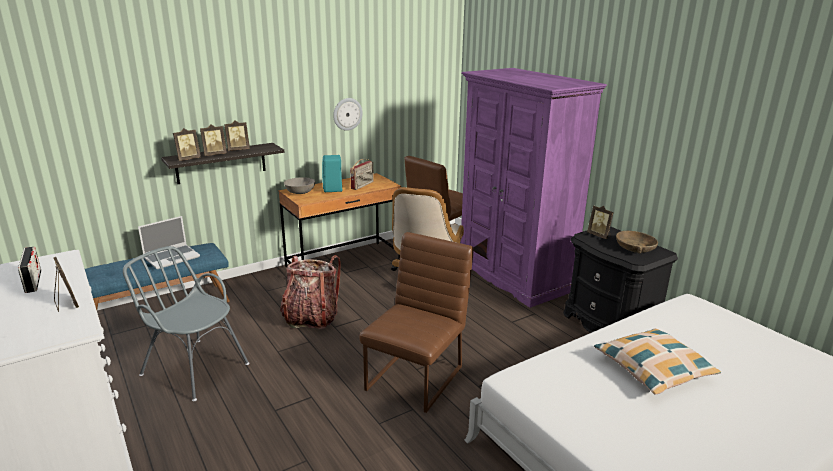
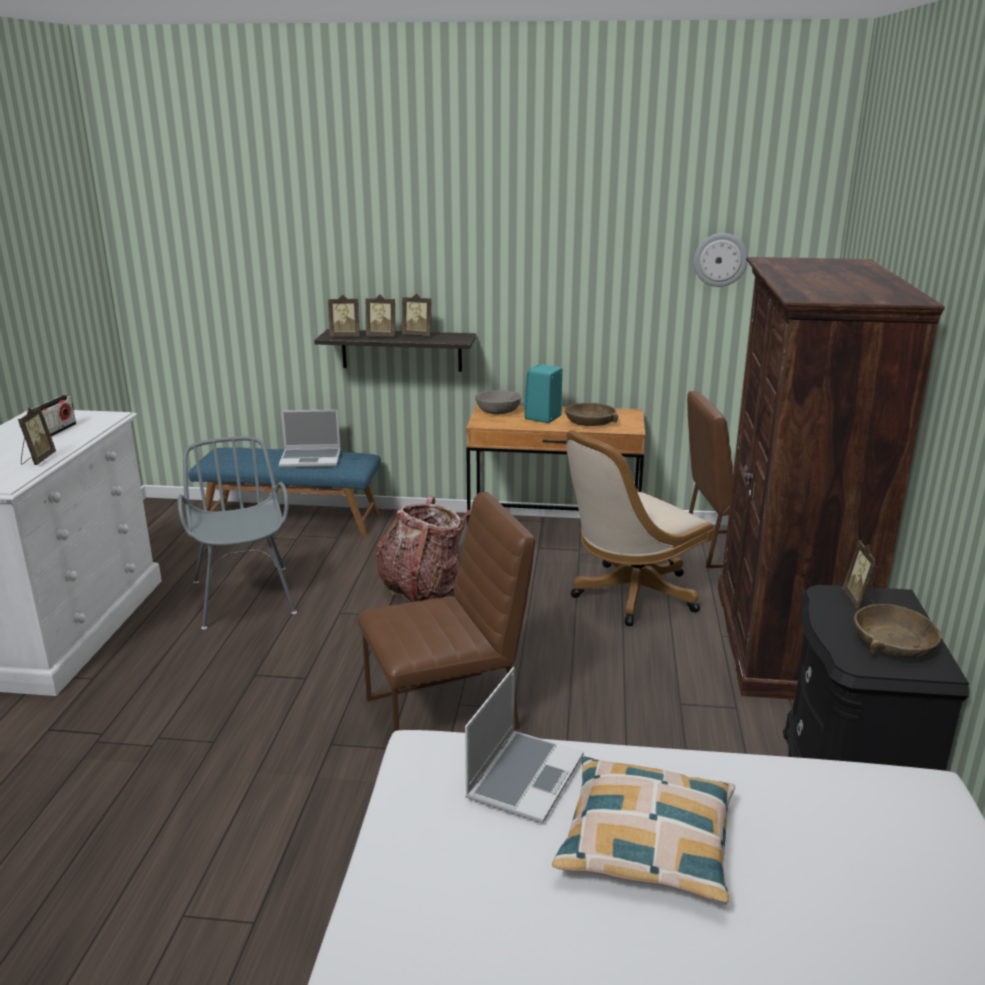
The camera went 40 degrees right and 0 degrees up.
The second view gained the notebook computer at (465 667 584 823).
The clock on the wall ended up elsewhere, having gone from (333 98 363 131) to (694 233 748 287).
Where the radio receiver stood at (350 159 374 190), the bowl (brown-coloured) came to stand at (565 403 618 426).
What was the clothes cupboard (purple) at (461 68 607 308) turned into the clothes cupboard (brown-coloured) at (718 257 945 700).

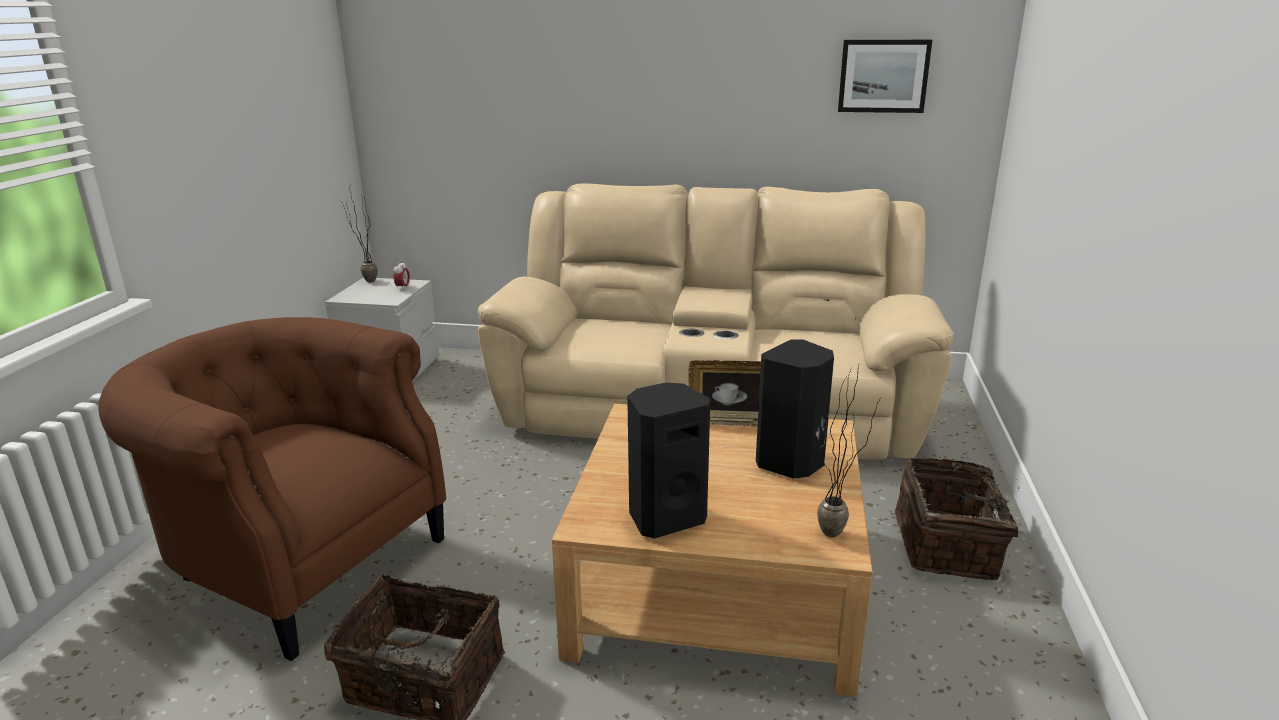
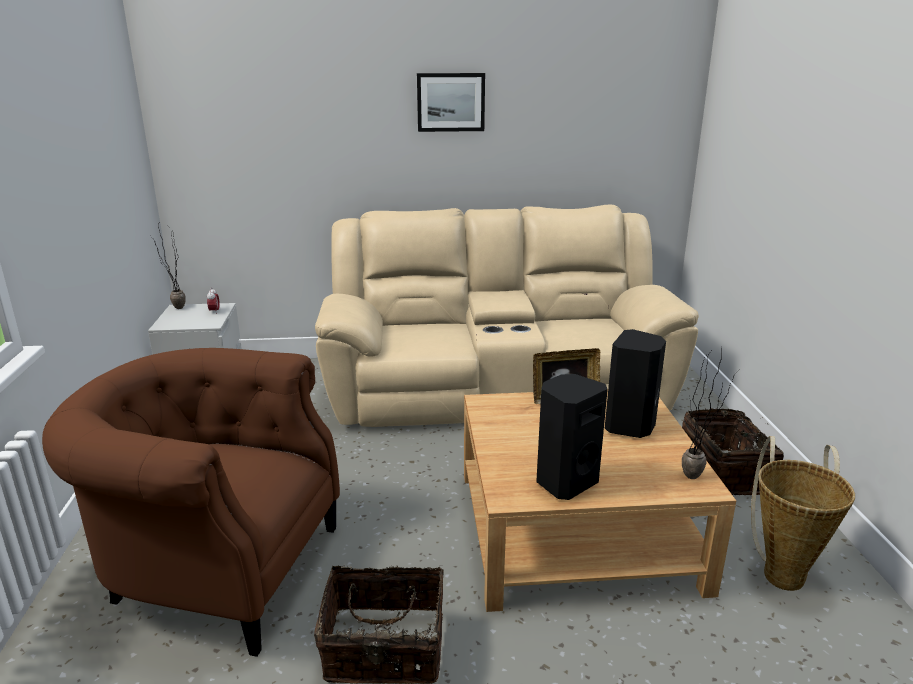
The camera went 15 degrees left and 0 degrees up.
The second view gained the household basket at (751 436 855 591).
The wall picture ended up elsewhere, having gone from (838 40 932 113) to (417 73 485 132).

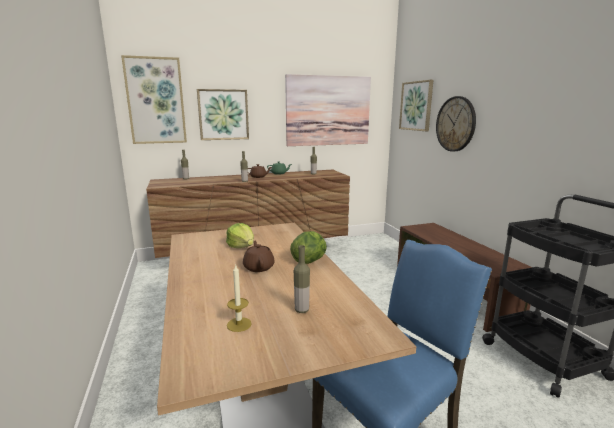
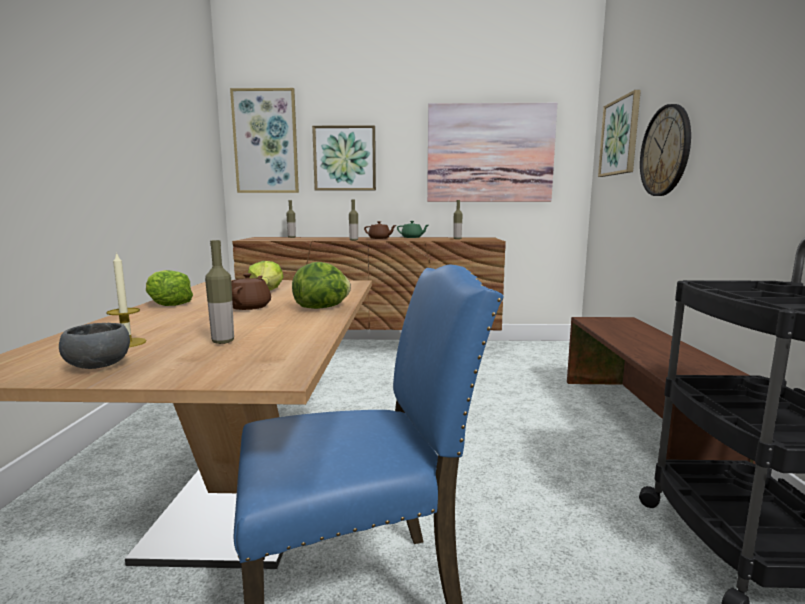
The camera went 20 degrees right and 5 degrees down.
The second view gained the bowl (greyish) at (59 323 130 369).
The second view gained the lettuce at (146 270 193 306).

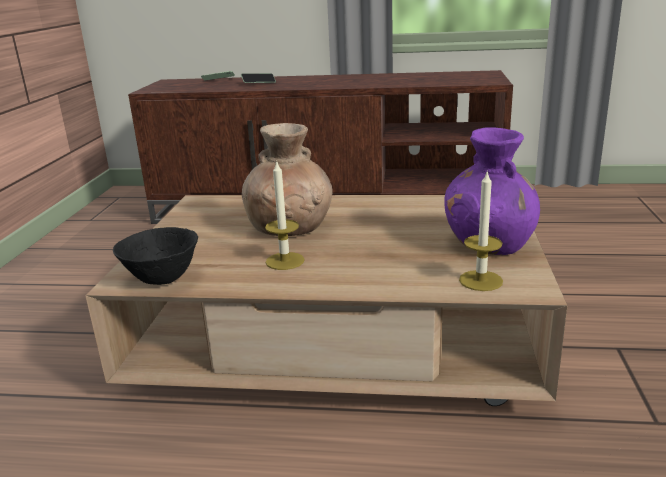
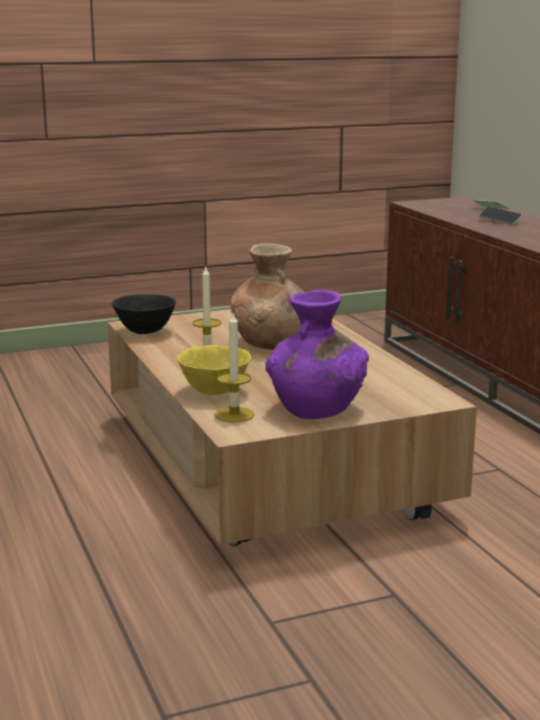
The camera went 60 degrees right and 5 degrees down.
The second view gained the bowl (yellow) at (177 345 251 395).

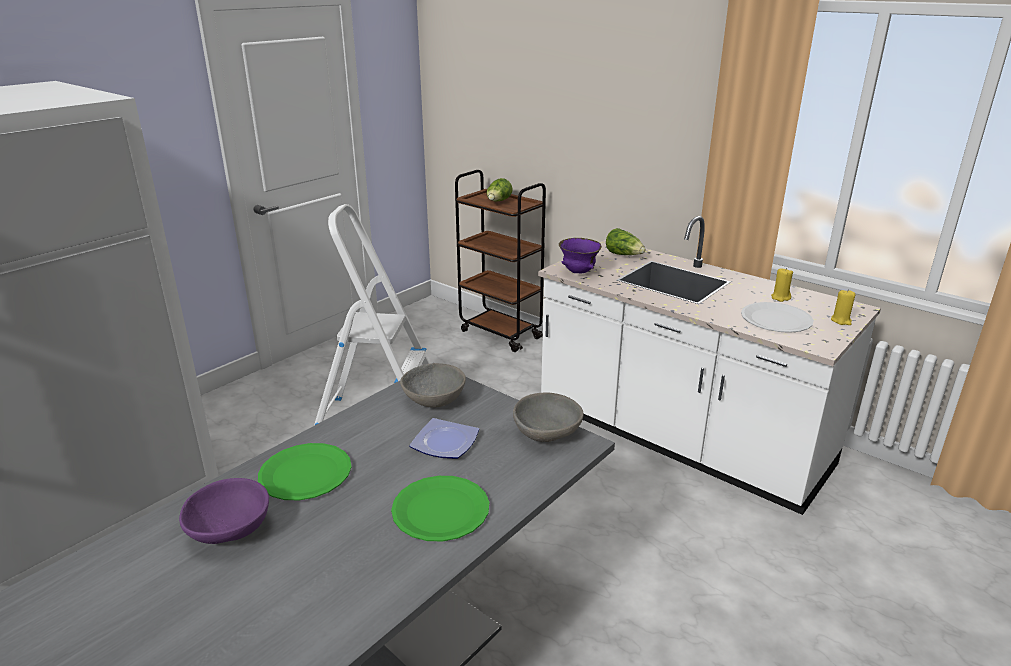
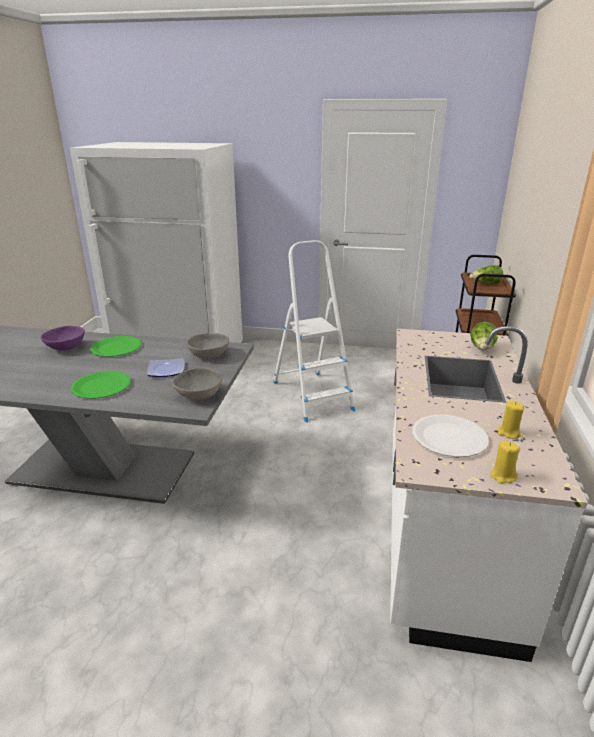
The camera went 60 degrees right and 0 degrees up.
The second view lost the bowl (purple) at (559 238 602 273).

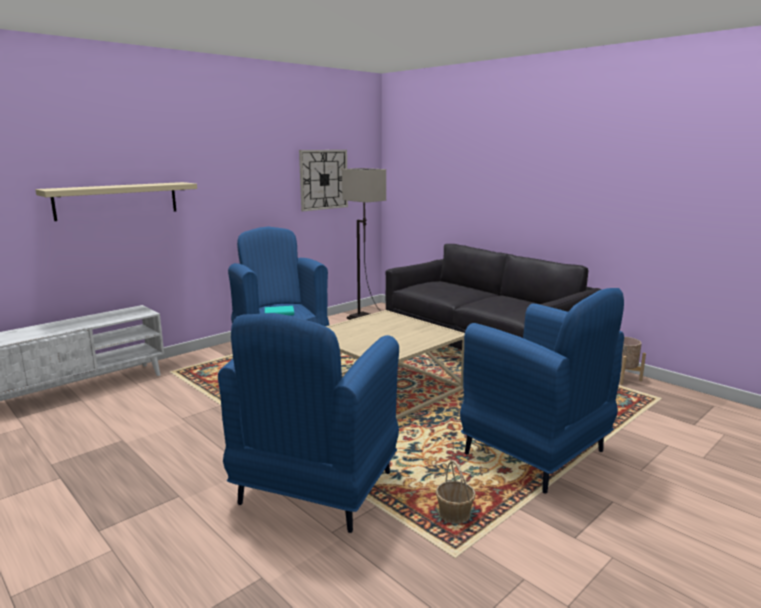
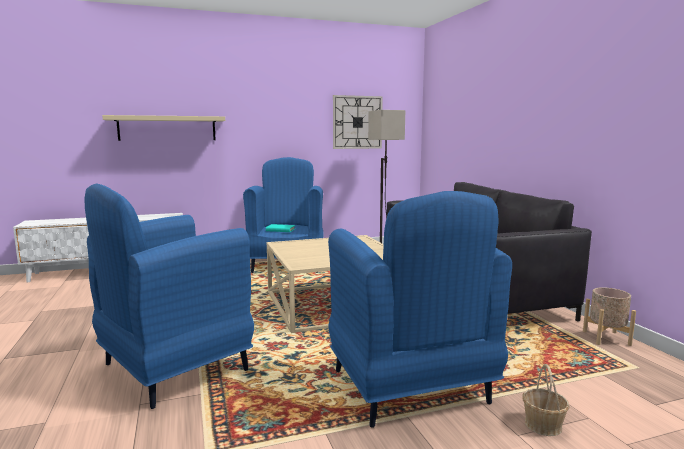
The camera went 25 degrees right and 5 degrees down.
The household basket ended up elsewhere, having gone from (436 460 476 524) to (523 364 570 436).

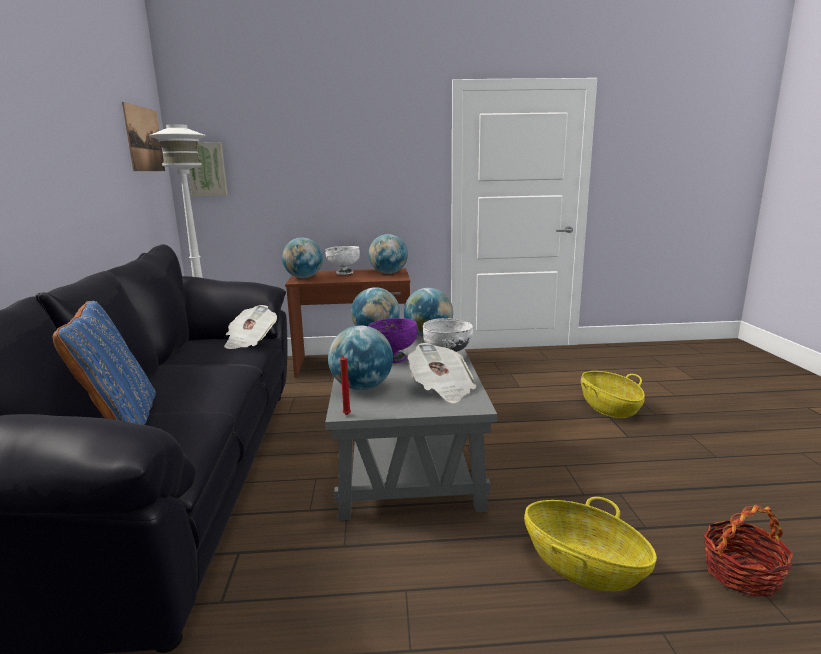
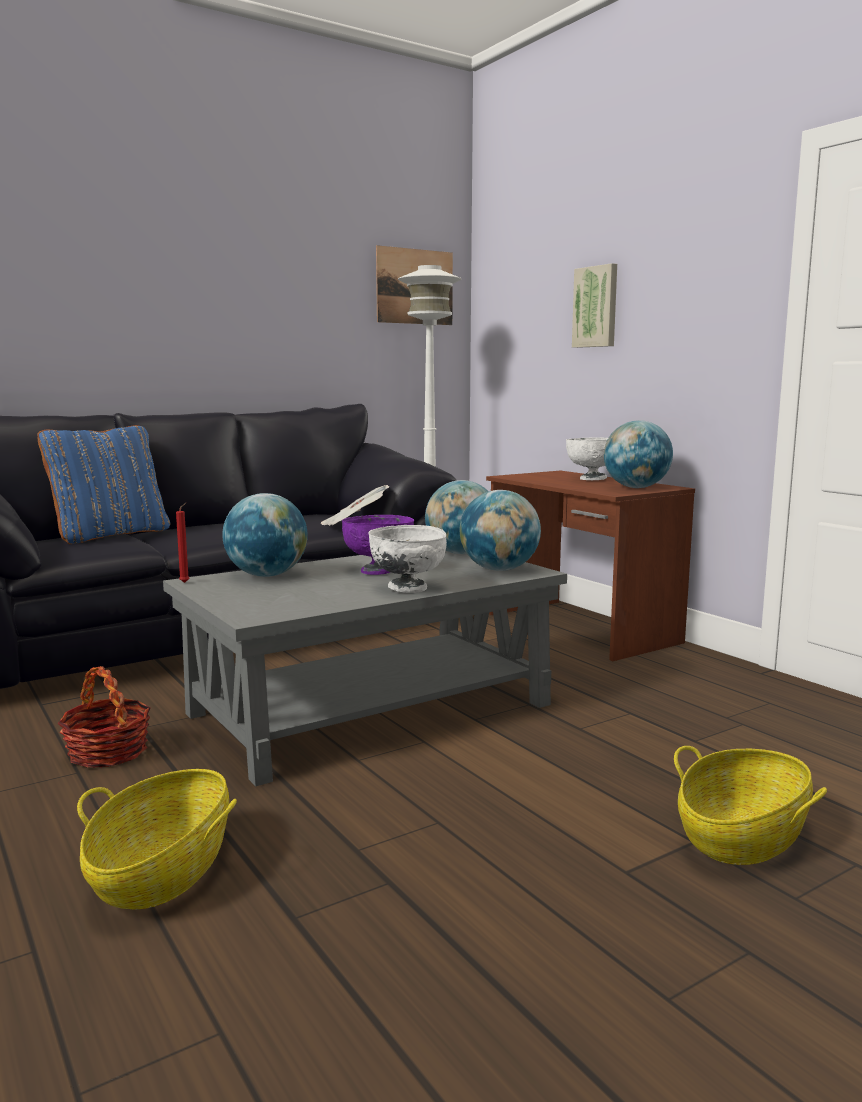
The camera went 60 degrees right and 5 degrees down.
The second view lost the globe at (282 238 323 278).
The second view lost the newspaper at (408 343 476 403).
The wall picture ended up elsewhere, having gone from (189 142 228 196) to (572 263 617 348).
The household basket ended up elsewhere, having gone from (704 504 793 597) to (58 666 151 768).

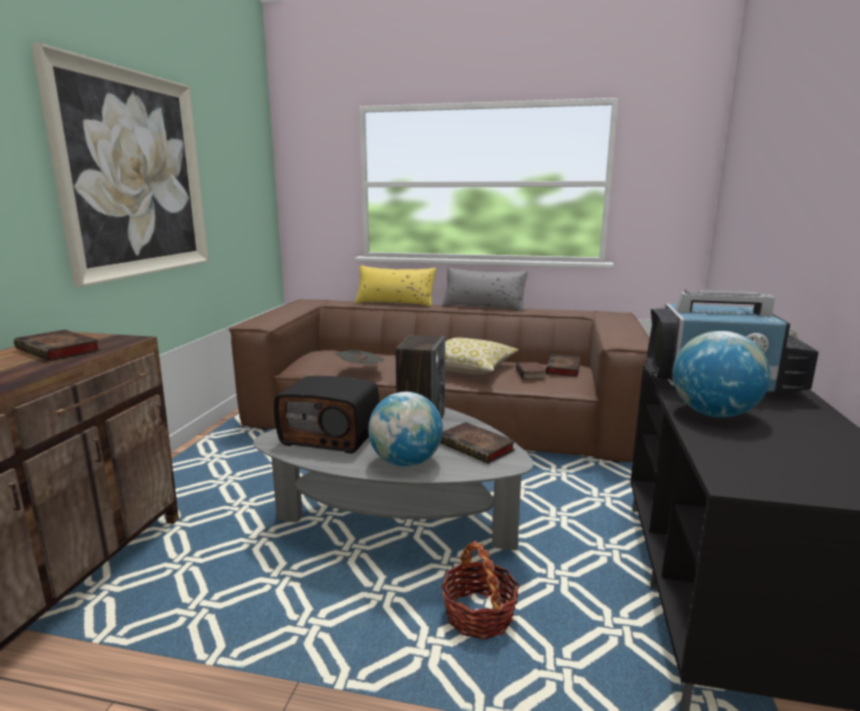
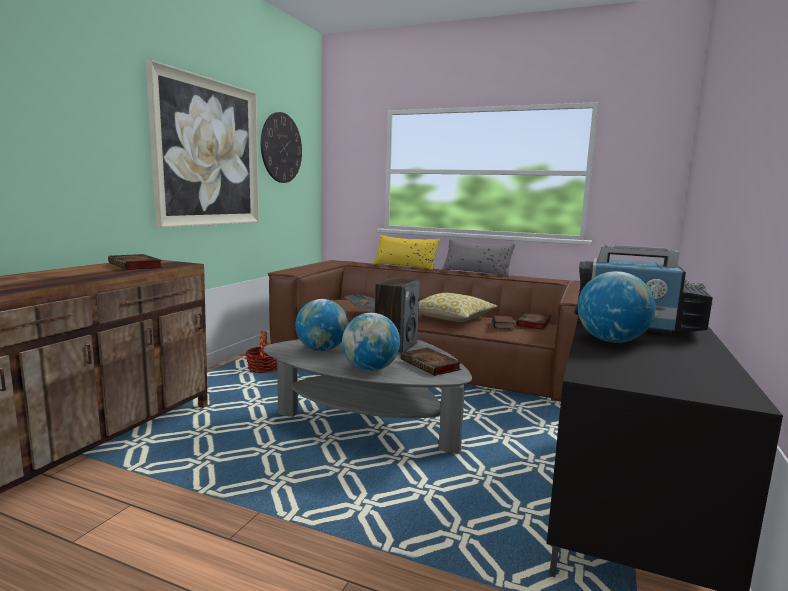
The camera went 10 degrees right and 5 degrees down.
The second view gained the clock on the wall at (261 112 302 183).
The household basket ended up elsewhere, having gone from (441 540 519 640) to (245 331 277 373).
Where the radio receiver stood at (274 376 379 454), the globe came to stand at (295 299 348 351).

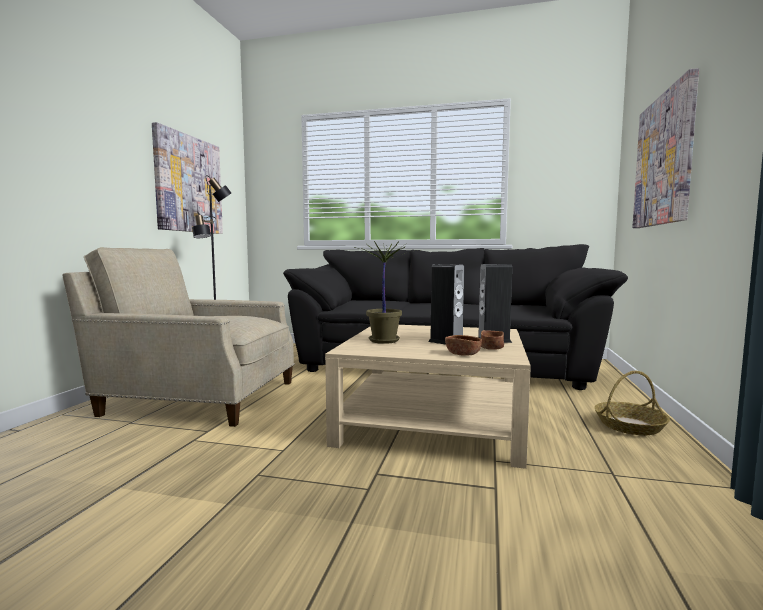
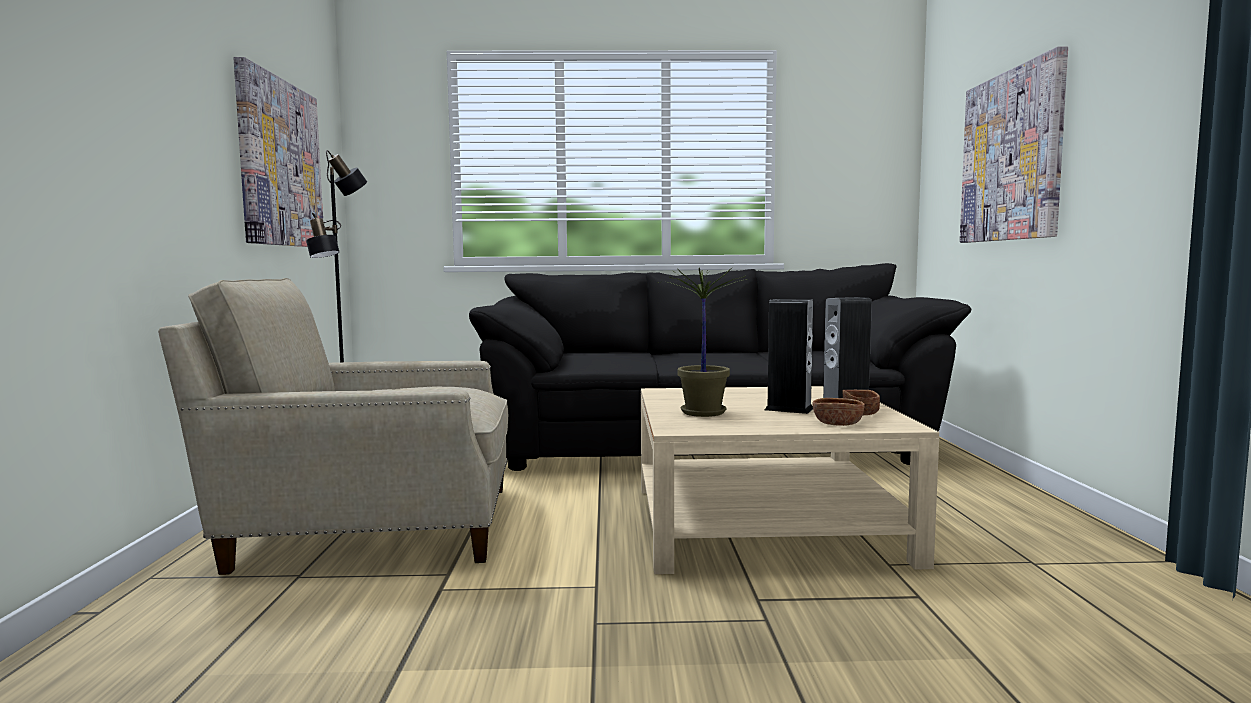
The camera went 15 degrees left and 0 degrees up.
The second view lost the household basket at (595 371 670 435).

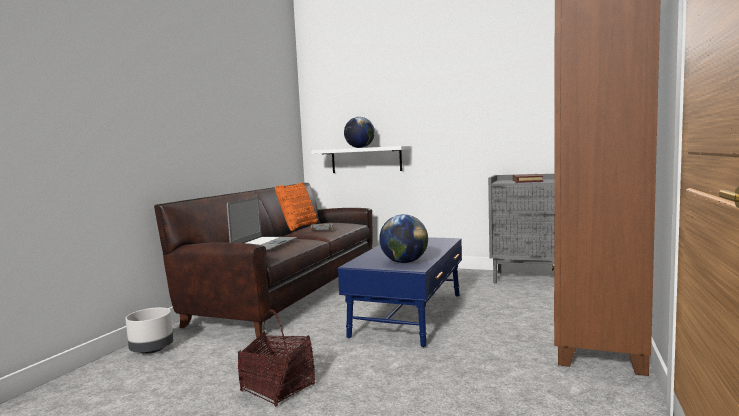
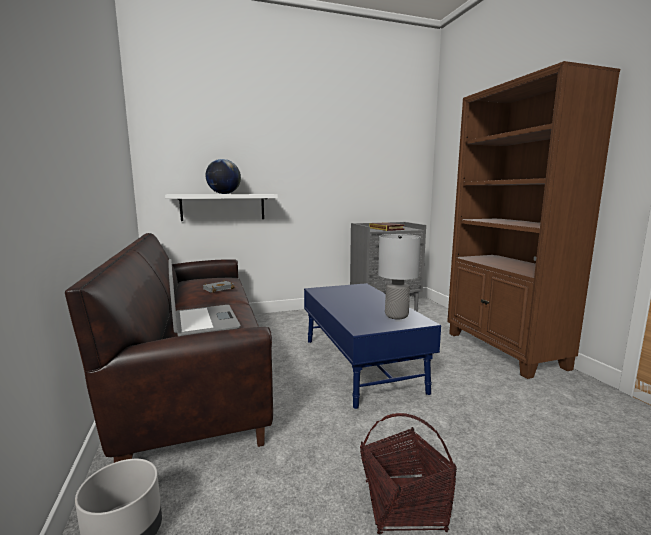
The camera went 40 degrees left and 5 degrees up.
The second view lost the pillow (orangey) at (275 183 318 231).
Where the globe stood at (379 214 428 263), the tabletop lamp (greyish) came to stand at (378 234 421 319).

